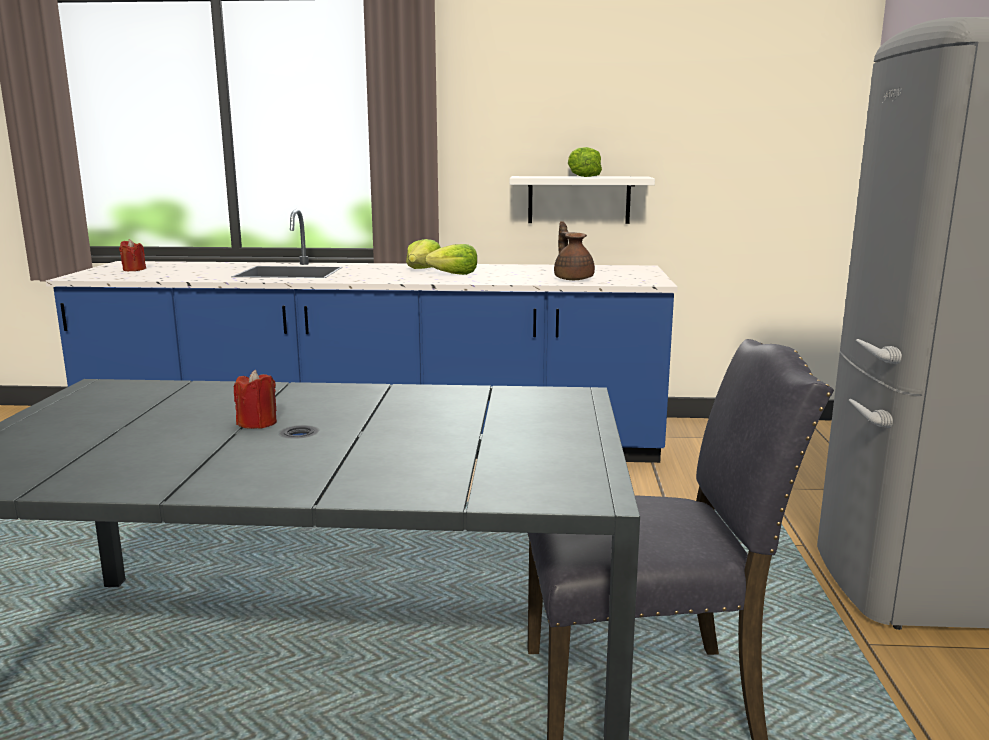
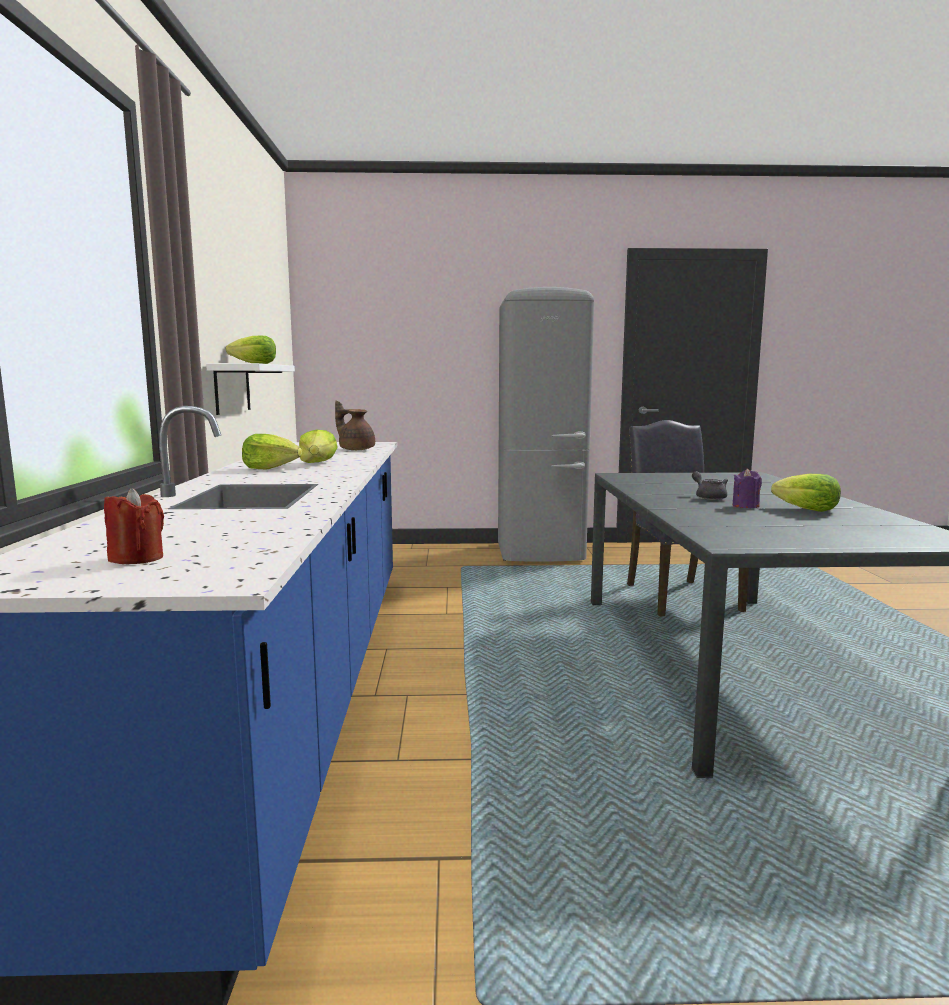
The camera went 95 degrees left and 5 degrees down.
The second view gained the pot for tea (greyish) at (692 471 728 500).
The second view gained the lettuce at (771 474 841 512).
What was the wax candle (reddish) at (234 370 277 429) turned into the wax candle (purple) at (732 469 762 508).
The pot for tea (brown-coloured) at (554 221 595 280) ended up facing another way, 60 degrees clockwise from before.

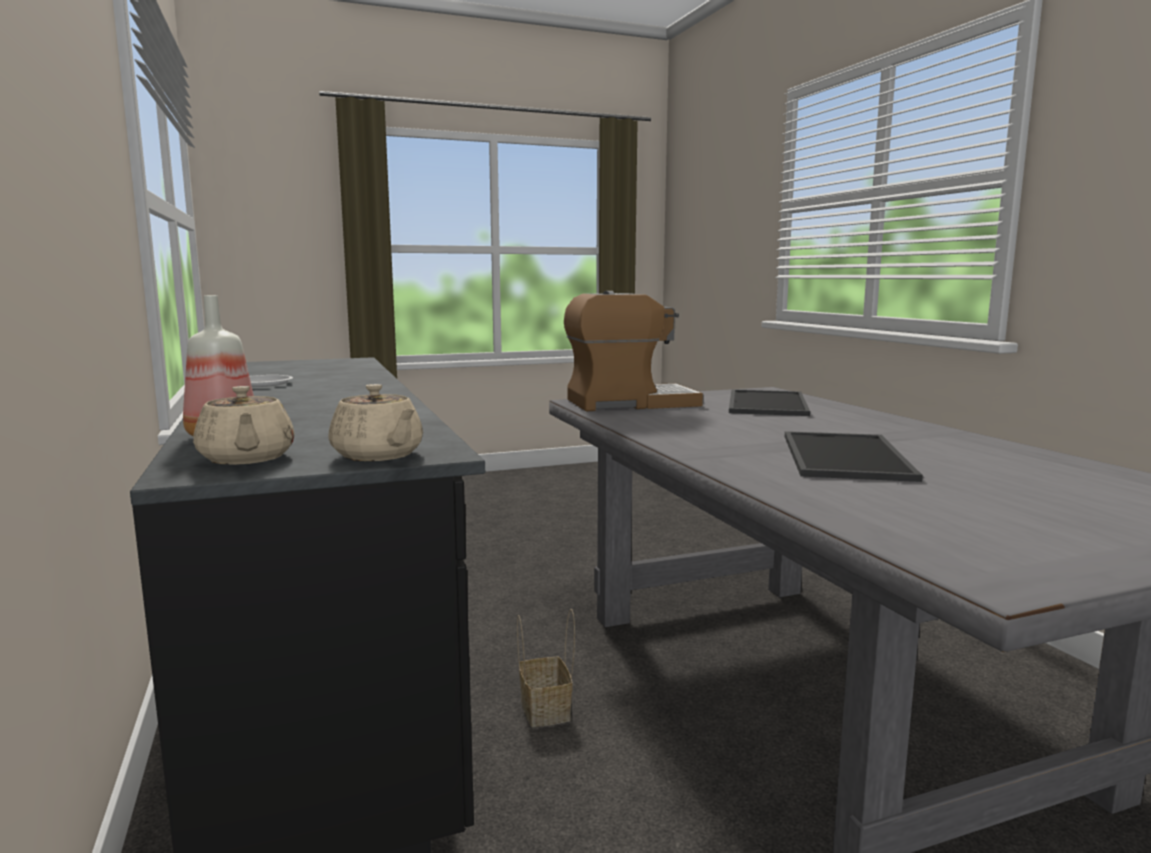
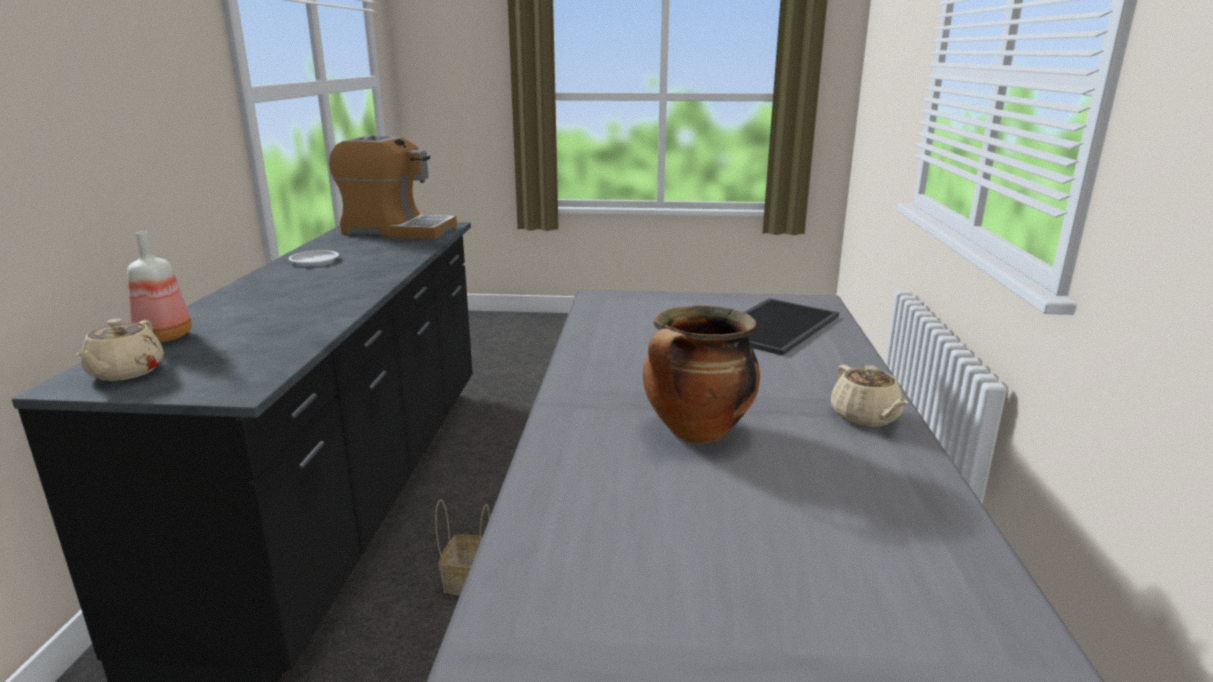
The camera went 25 degrees right and 10 degrees up.
The pot for tea (beige-coloured) ended up elsewhere, having gone from (328 384 423 461) to (831 365 908 427).
The coffee maker ended up elsewhere, having gone from (564 291 703 411) to (329 136 457 239).
Where the tray stood at (785 431 923 482), the stockpot came to stand at (643 306 760 443).

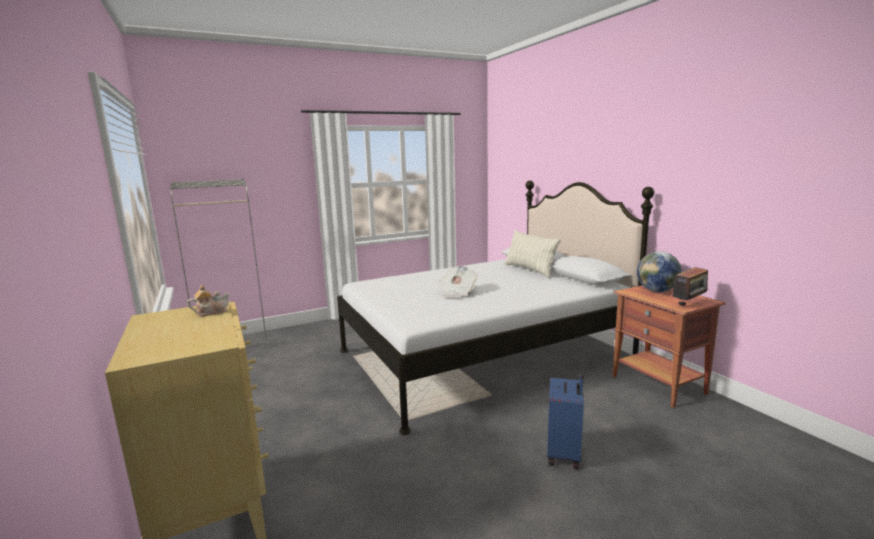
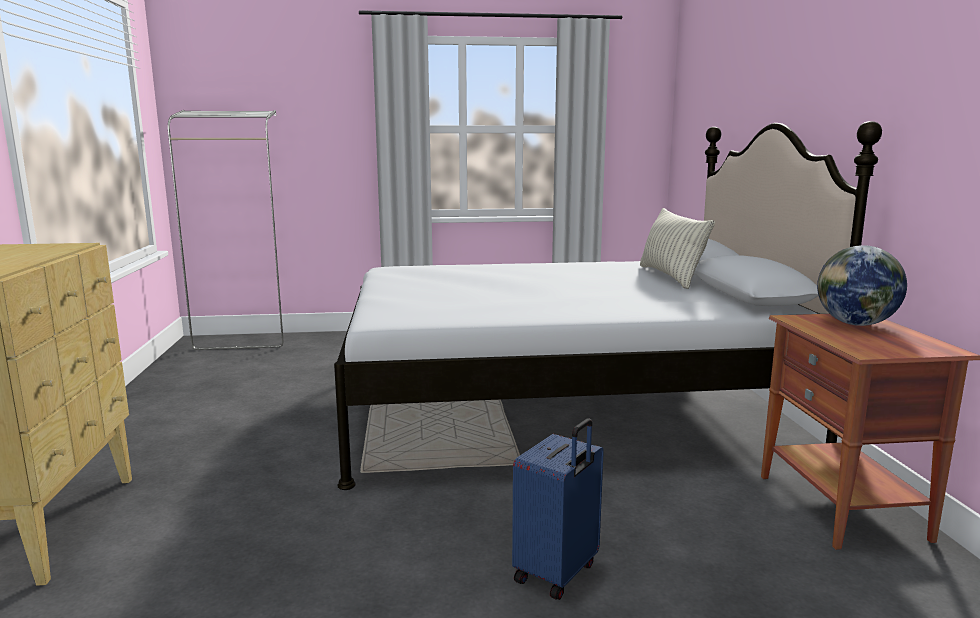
The camera went 20 degrees right and 0 degrees up.
The second view lost the pot for tea at (187 285 230 316).
The second view lost the newspaper at (439 266 478 298).
The second view lost the radio receiver at (670 267 711 306).

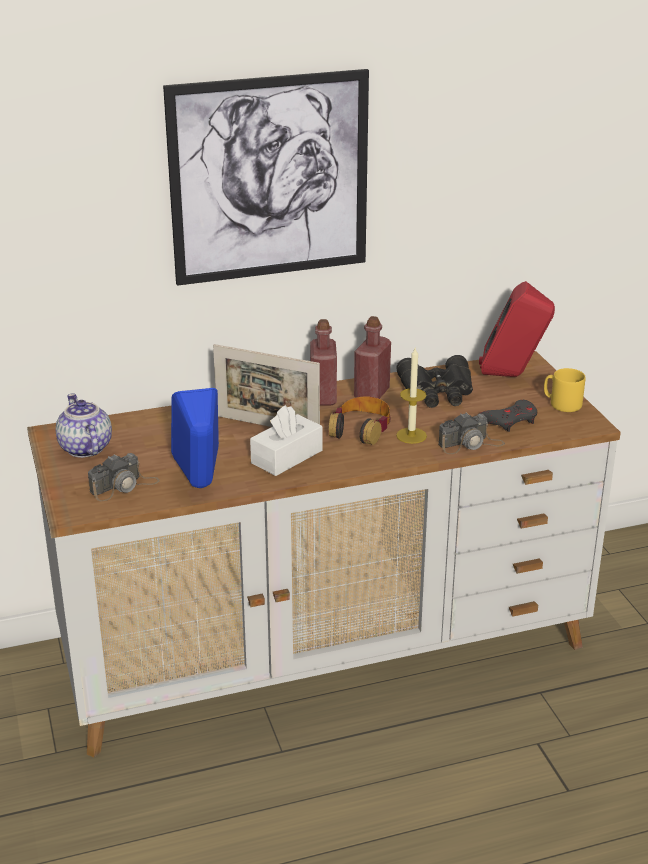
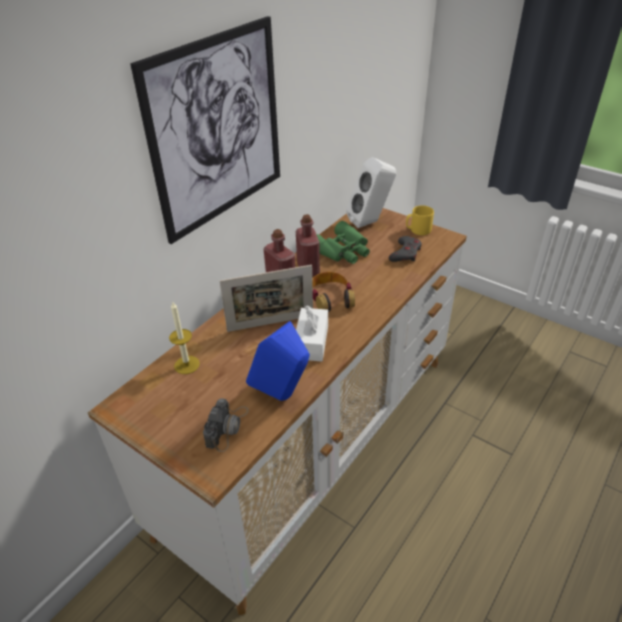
The camera went 35 degrees left and 10 degrees up.
The second view lost the pot for tea at (56 393 112 458).
The second view lost the photo camera at (438 413 505 454).
The wax candle ended up elsewhere, having gone from (396 346 427 444) to (169 301 200 374).
What was the pair of binoculars (black-coloured) at (397 355 473 408) turned into the pair of binoculars (greenish) at (316 221 370 264).
What was the audio speaker (reddish) at (479 281 555 377) turned into the audio speaker (white) at (346 157 396 228).

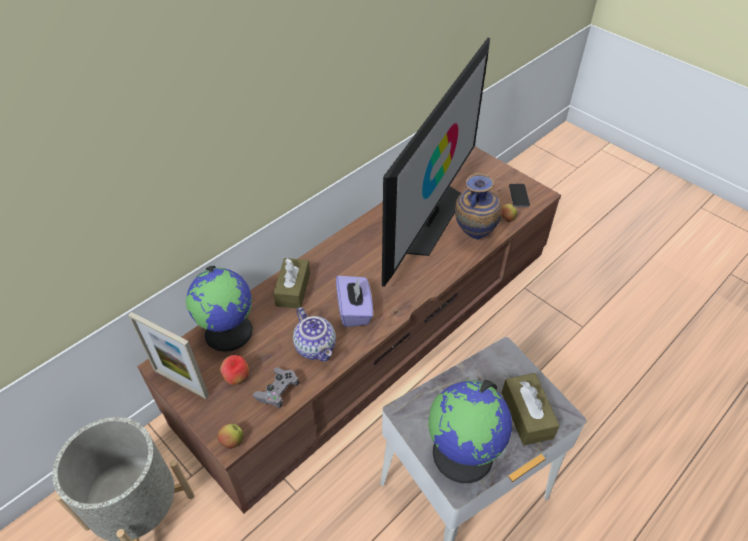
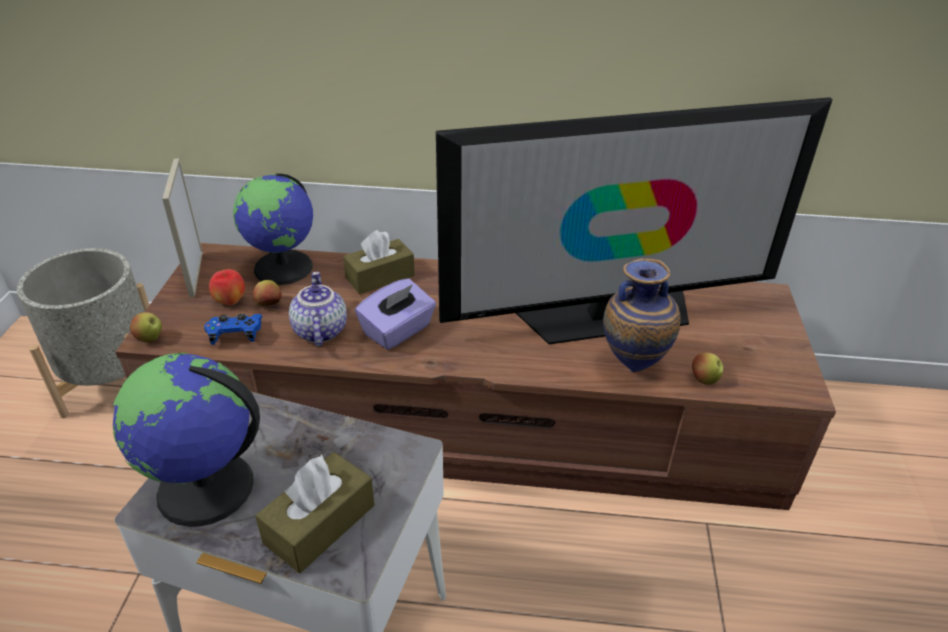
The camera went 50 degrees right and 10 degrees down.
The second view lost the telephone at (509 184 530 207).
The second view gained the apple fruit at (253 280 282 306).
What was the gamepad (greyish) at (253 367 300 408) turned into the gamepad (bluish) at (204 314 263 345).
The pot for tea at (293 307 336 362) ended up facing another way, 150 degrees clockwise from before.

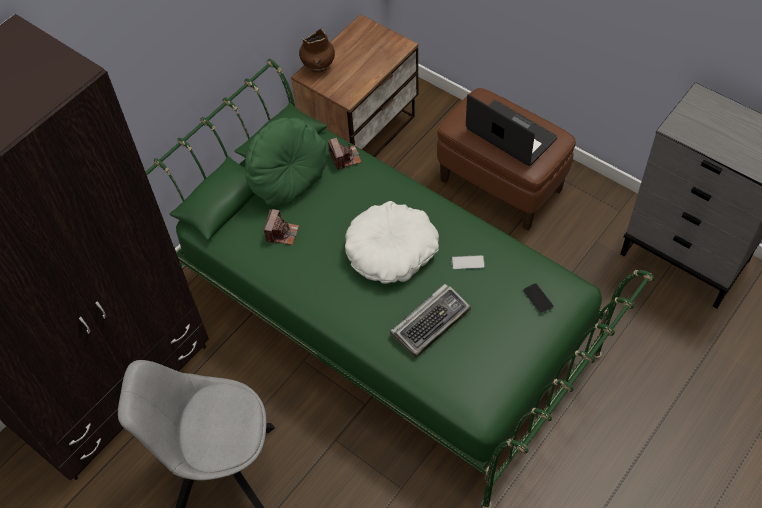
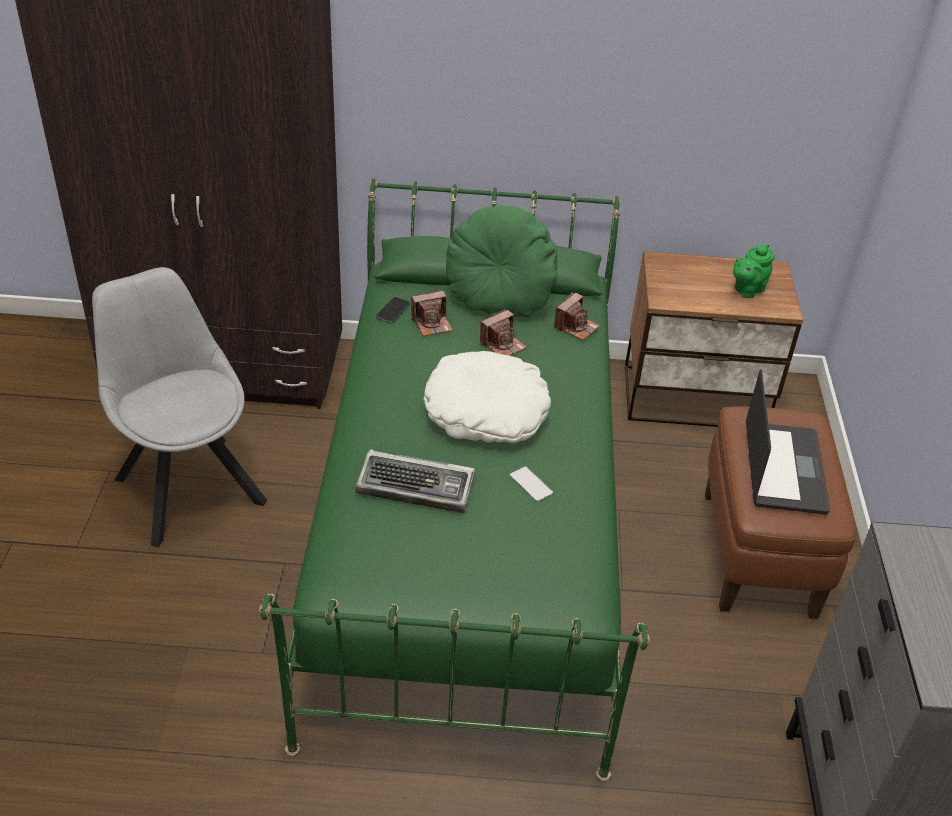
The camera went 50 degrees right and 15 degrees down.
The second view lost the flower vase (brown-coloured) at (299 28 335 73).
The second view gained the photo camera at (480 309 527 356).
The second view gained the pot for tea (greenish) at (733 244 775 298).
The telephone ended up elsewhere, having gone from (523 283 554 314) to (376 297 411 323).

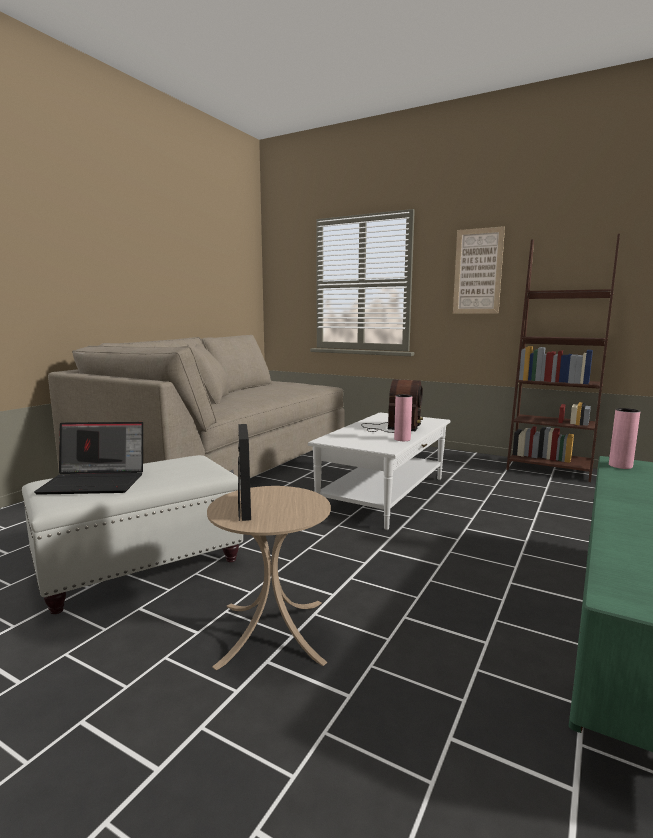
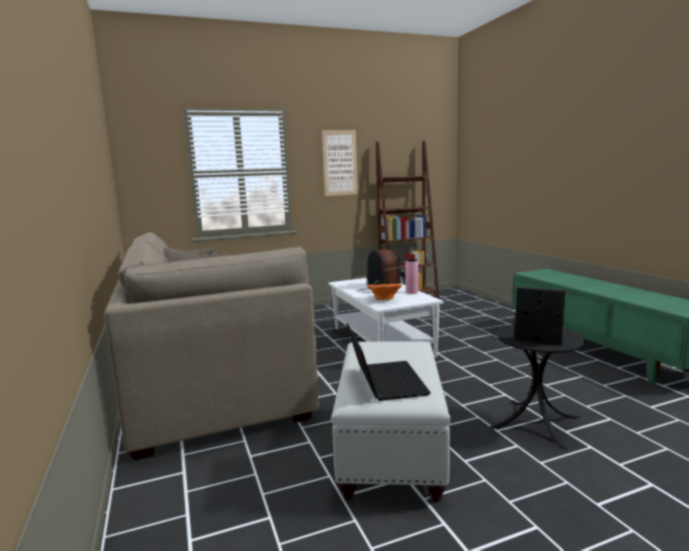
The camera went 50 degrees left and 0 degrees up.
The second view lost the flower vase (pink-coloured) at (609 408 640 469).
The second view gained the bowl (orangey) at (367 283 402 300).
What was the side table (beige-coloured) at (207 486 331 671) turned into the side table (black-coloured) at (490 325 586 449).
The notebook computer at (34 422 143 495) ended up facing another way, 45 degrees counterclockwise from before.

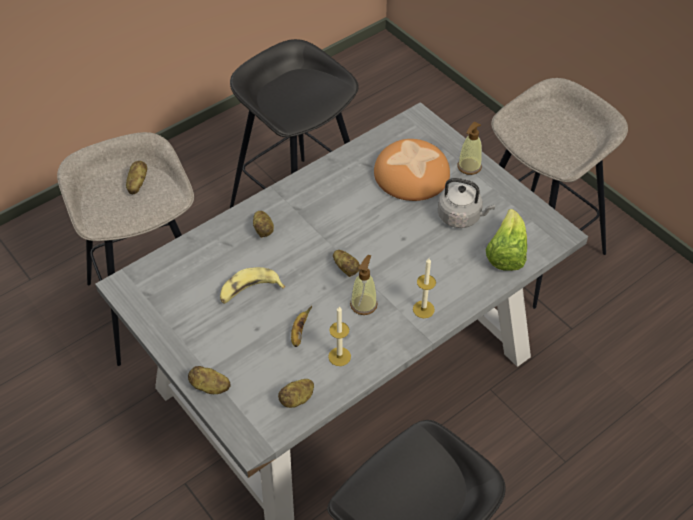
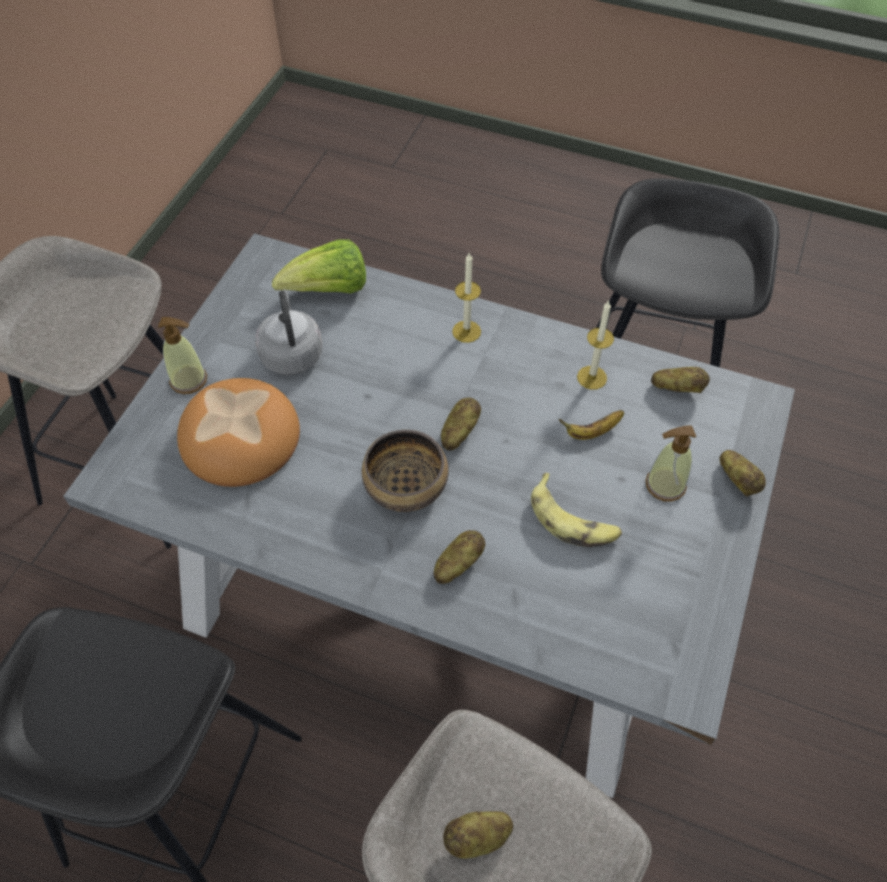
The camera went 120 degrees left and 5 degrees up.
The second view gained the bowl at (362 430 449 512).
The liquid soap bottle ended up elsewhere, having gone from (350 255 378 315) to (646 425 696 502).

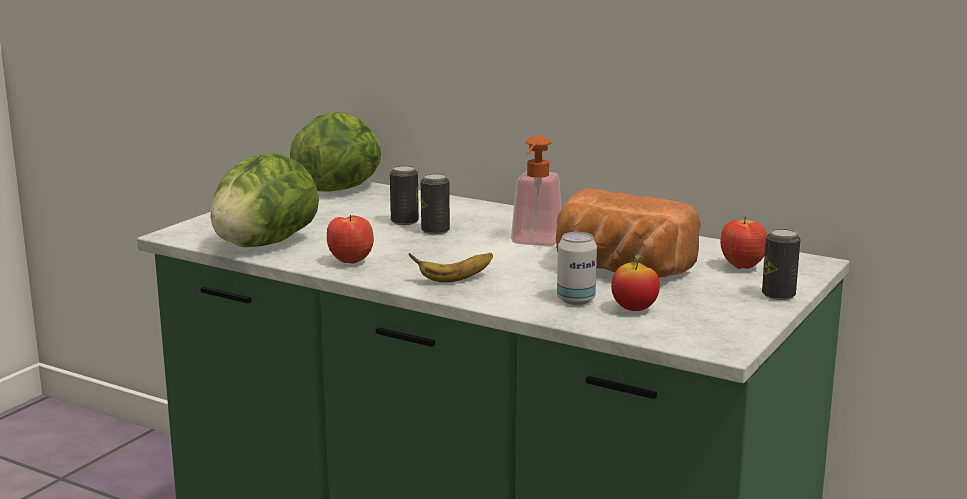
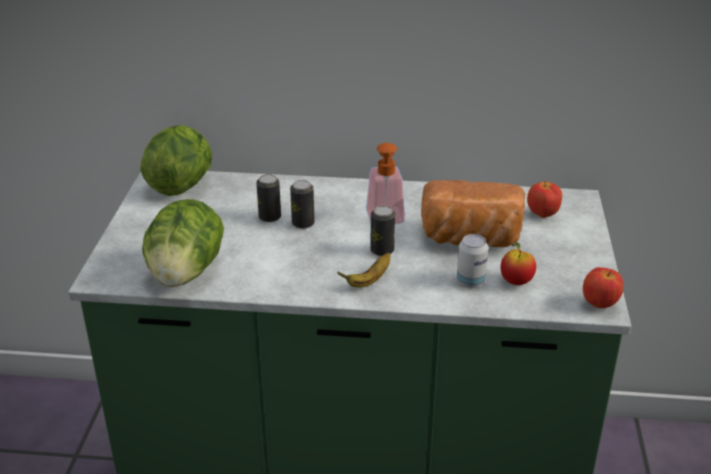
The camera went 25 degrees left and 15 degrees up.
The apple fruit ended up elsewhere, having gone from (327 215 374 264) to (583 267 623 308).
The metal can ended up elsewhere, having gone from (762 229 800 300) to (370 206 395 256).

